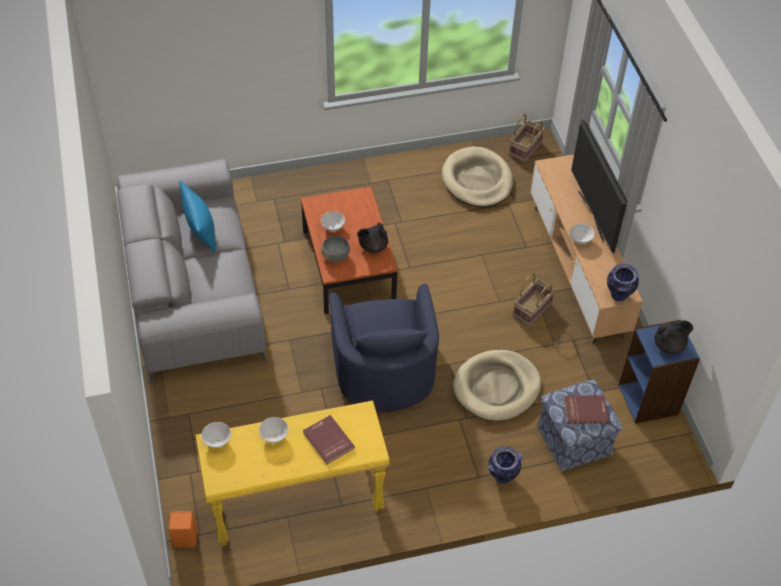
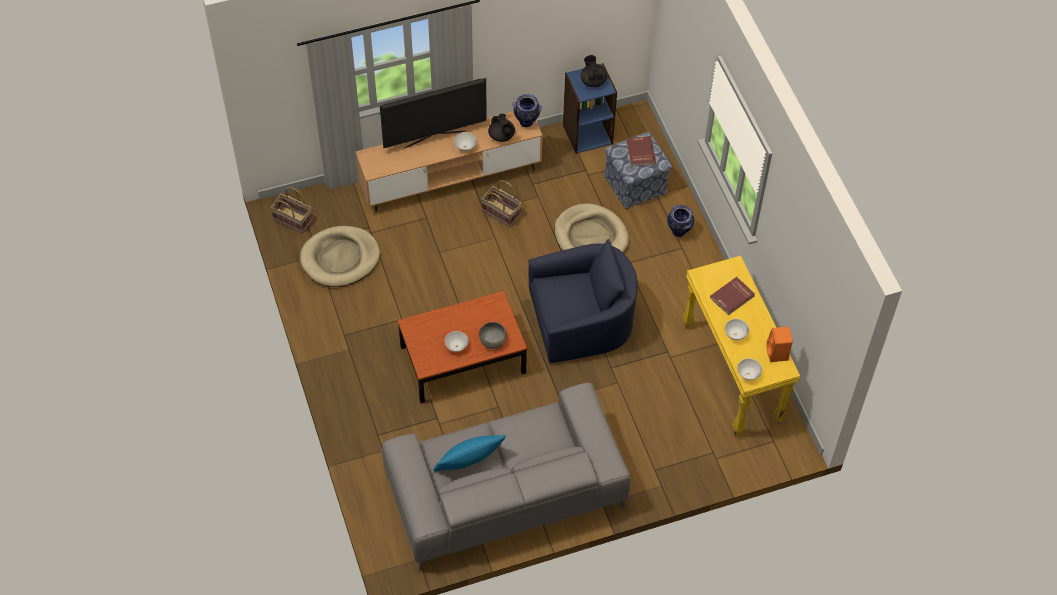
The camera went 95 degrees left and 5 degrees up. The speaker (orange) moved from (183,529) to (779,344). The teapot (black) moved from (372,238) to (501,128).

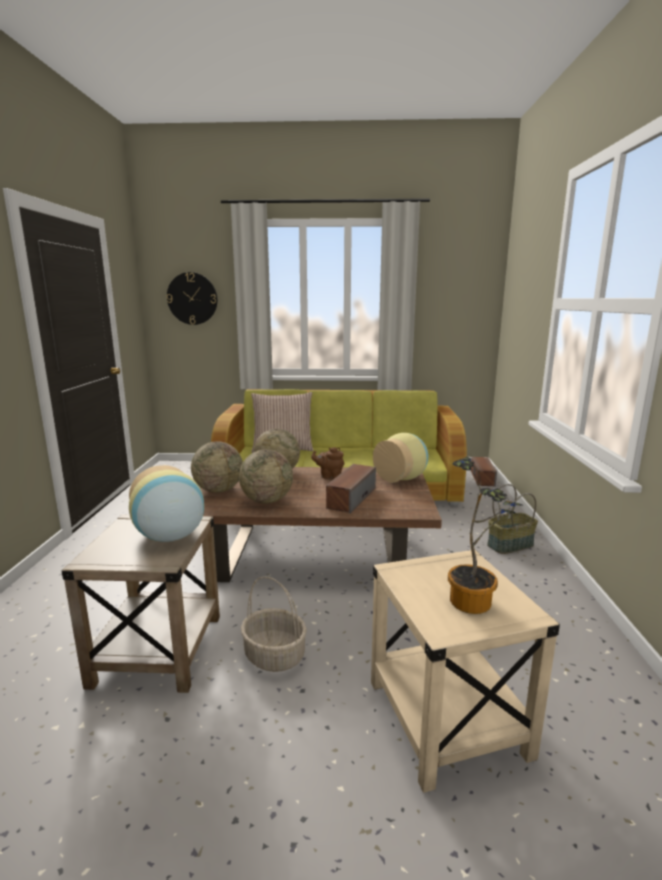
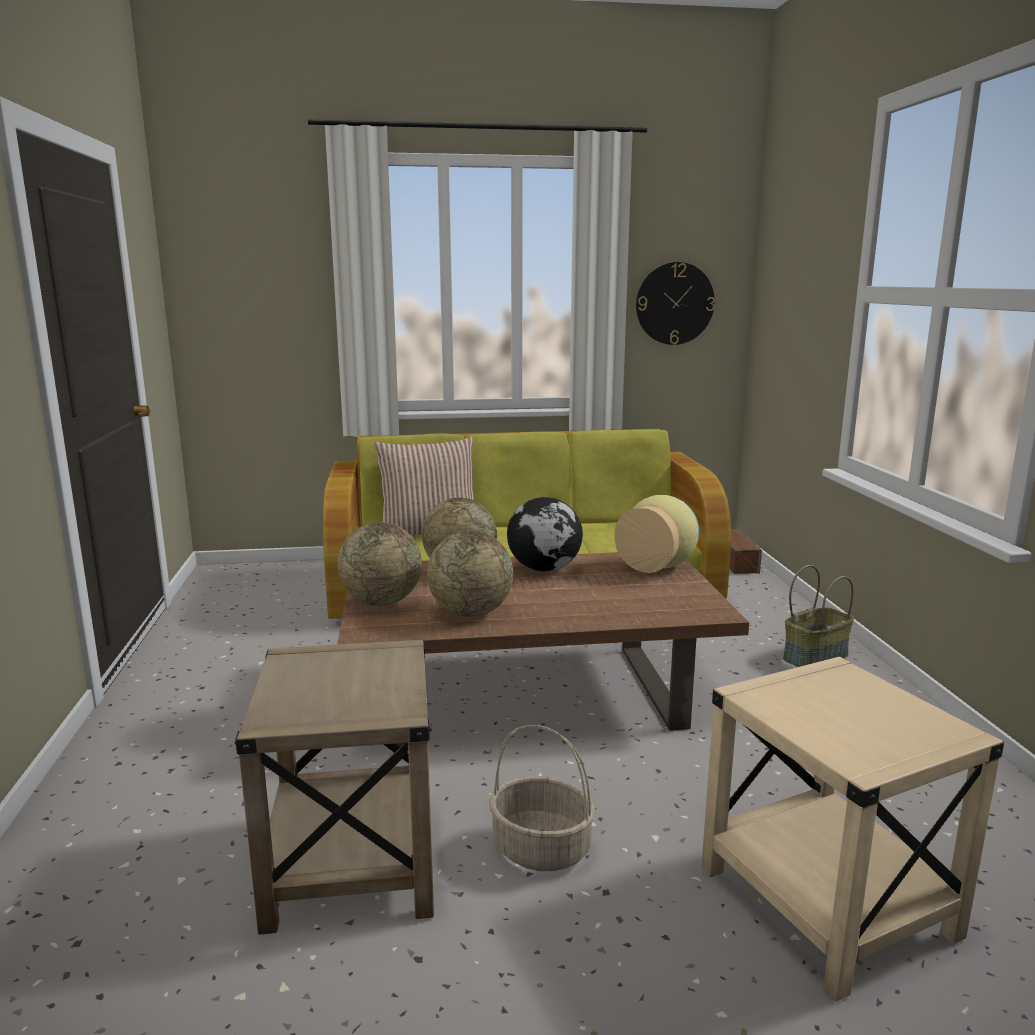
The camera went 10 degrees left and 0 degrees up. The vase at (166,503) disappeared. The speaker at (351,489) disappeared. The potted plant at (485,535) disappeared. The wall clock moved from (192,298) to (675,303). The teapot (brown) at (327,463) was replaced by the globe at (545,534).

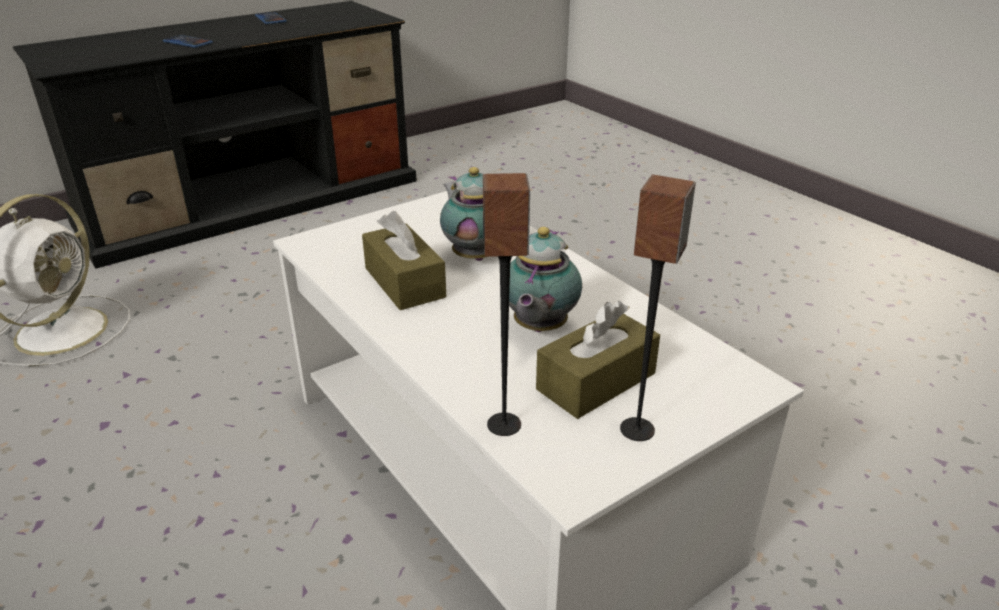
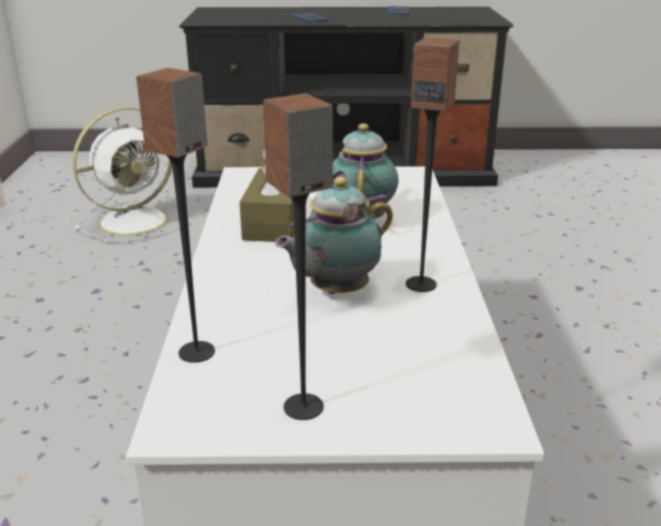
The camera went 35 degrees right and 5 degrees down. The tissue box (brown) at (598,360) disappeared. The speaker at (433,165) appeared.

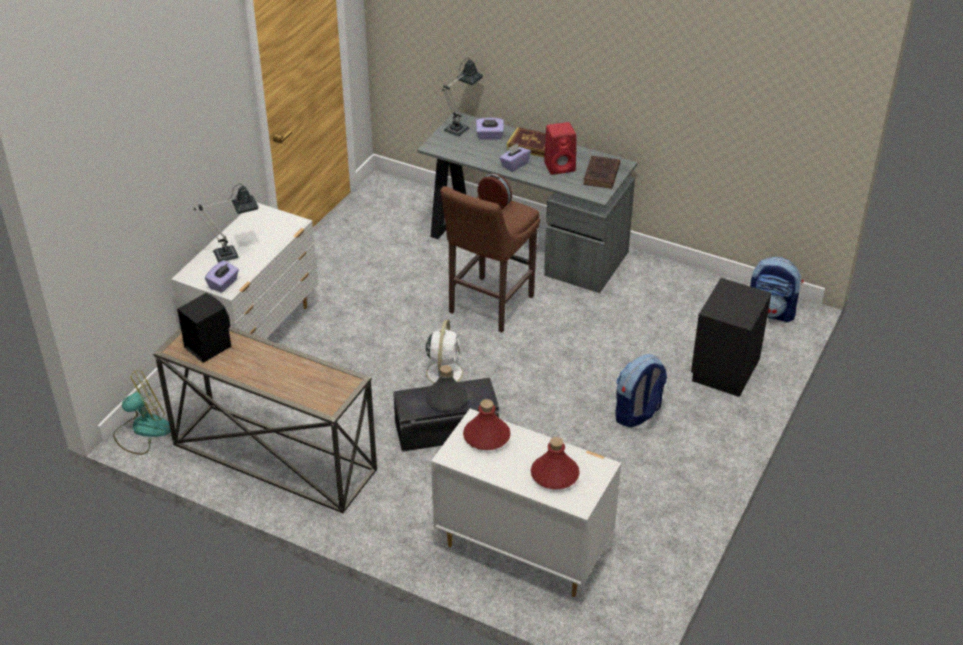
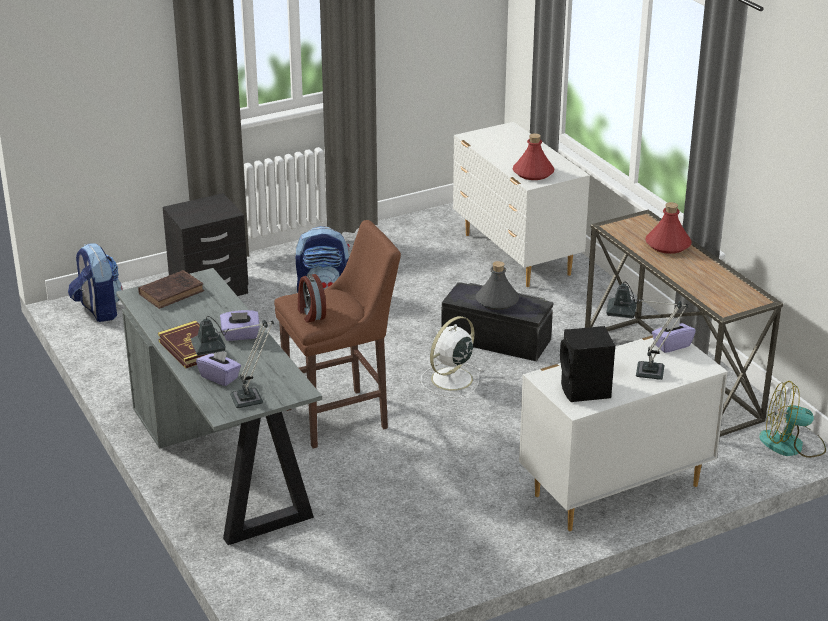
The camera went 145 degrees left and 10 degrees down. The speaker (red) at (560,148) disappeared. The speaker (black) moved from (204,328) to (587,364). The bottle (red) moved from (555,463) to (668,228).

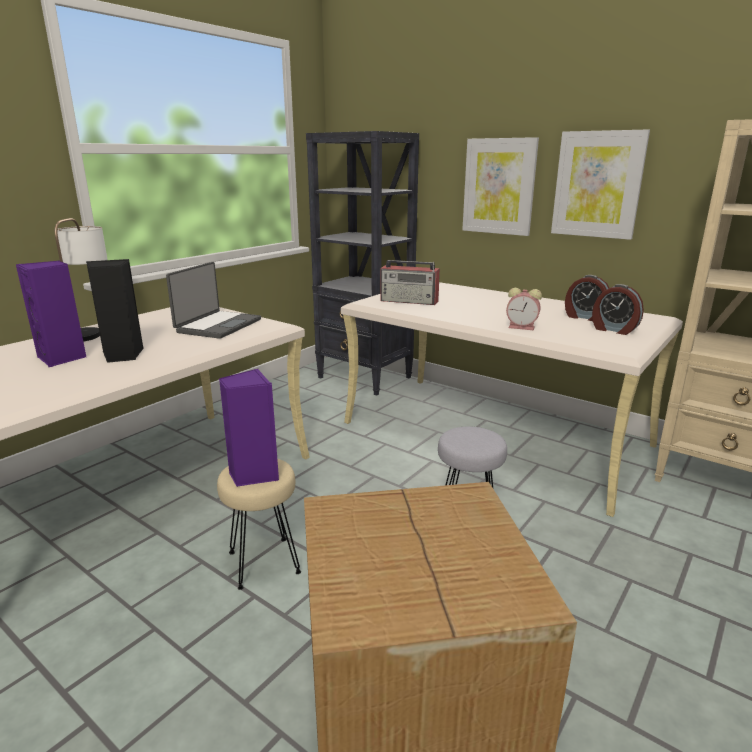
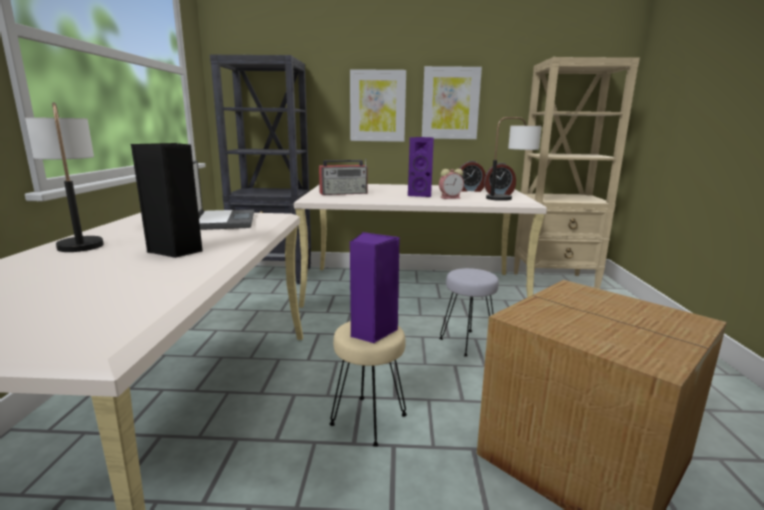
The camera went 35 degrees left and 5 degrees down. The table lamp at (514,159) appeared. The speaker (purple) moved from (51,314) to (421,167).

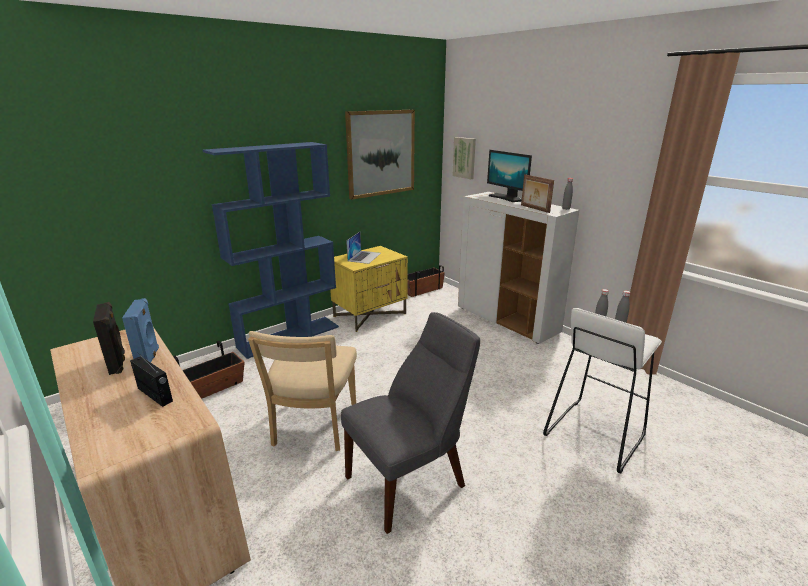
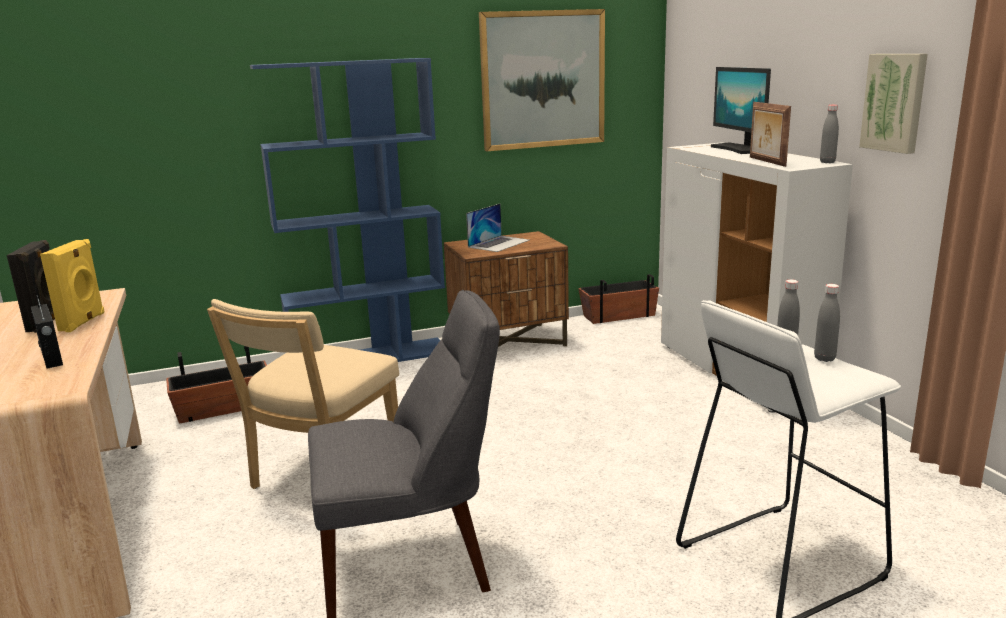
The camera went 20 degrees right and 5 degrees down. The picture moved from (464,158) to (893,104). The speaker (blue) at (140,330) became the speaker (yellow) at (72,285). The nightstand (yellow) at (369,289) became the nightstand (brown) at (506,289).

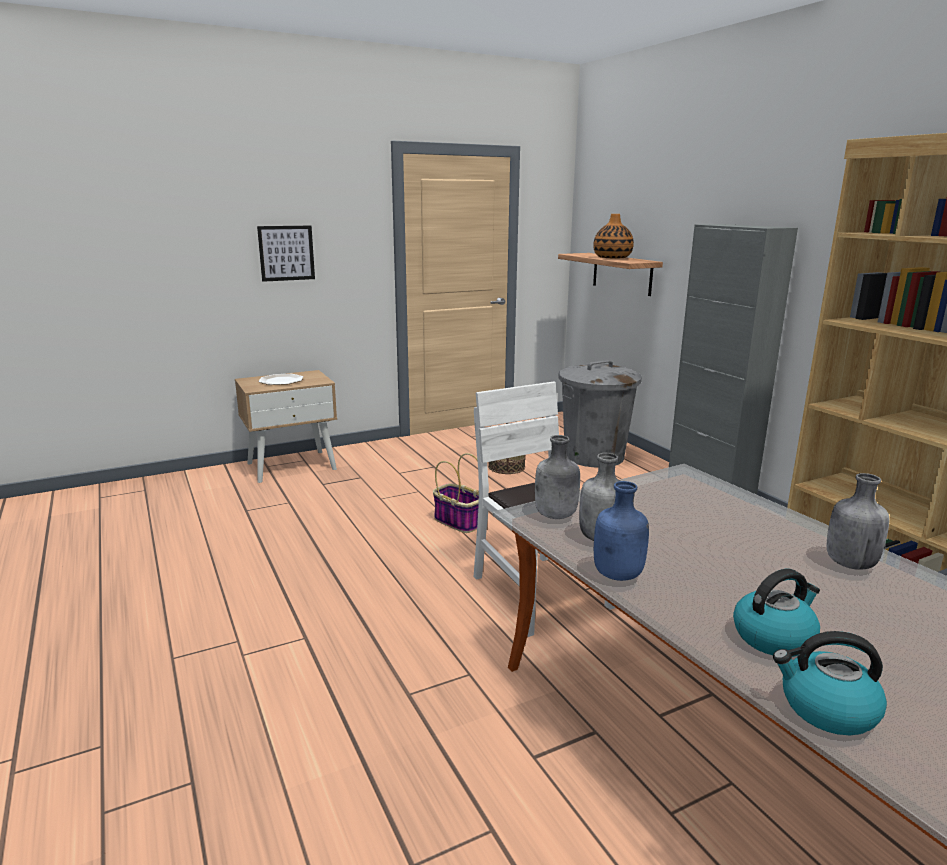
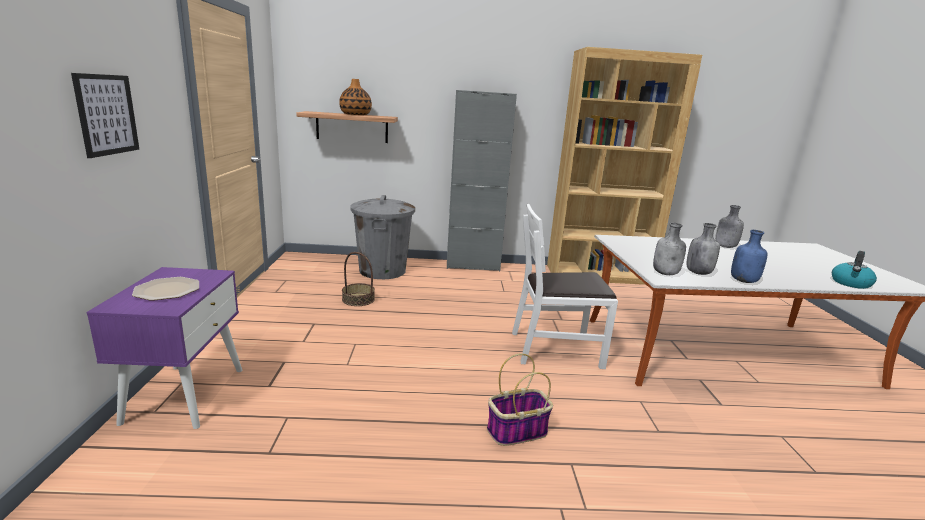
The camera went 65 degrees left and 0 degrees up. The kettle at (776,613) disappeared. The basket moved from (456,493) to (520,399). The nightstand (beige) at (286,426) became the nightstand (purple) at (164,348).

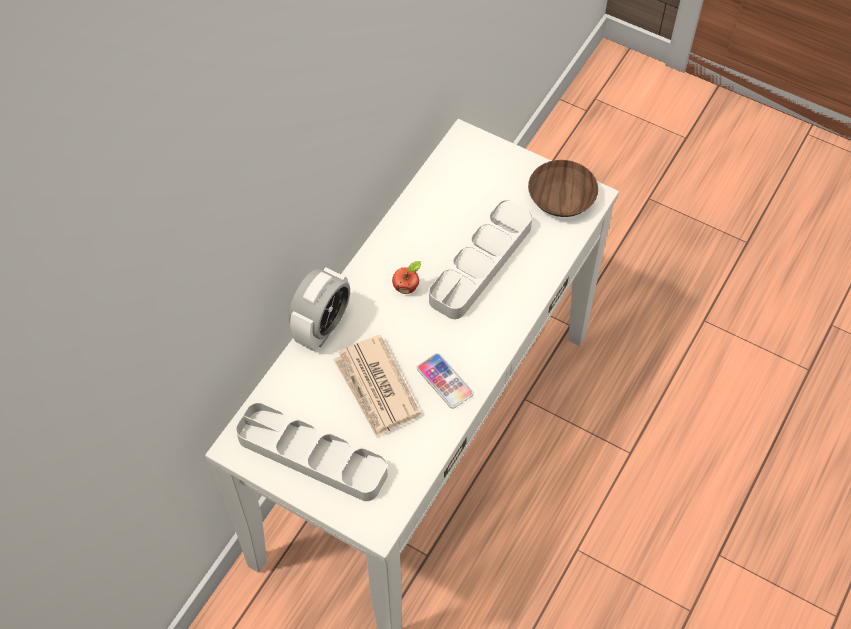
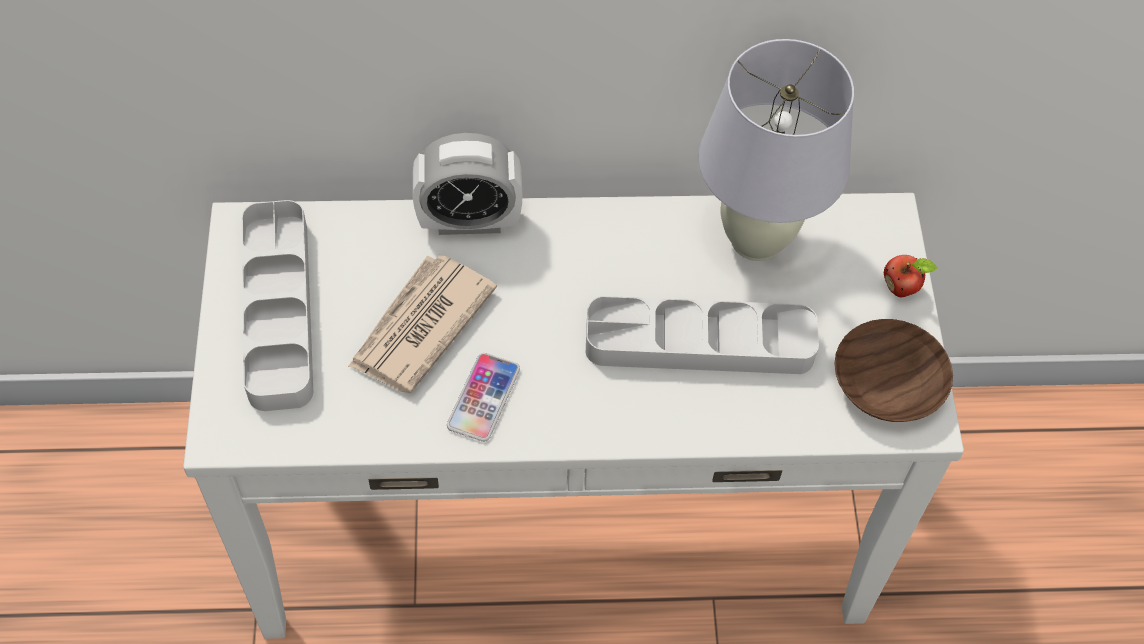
The camera went 55 degrees right and 0 degrees up. The table lamp (white) at (776,150) appeared. The apple moved from (406,277) to (911,276).

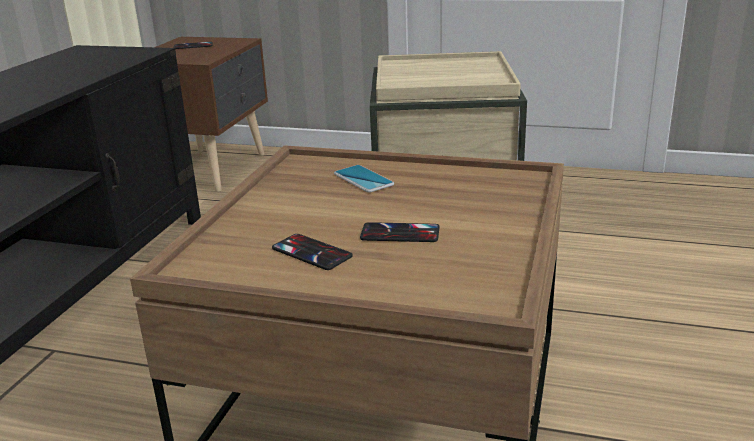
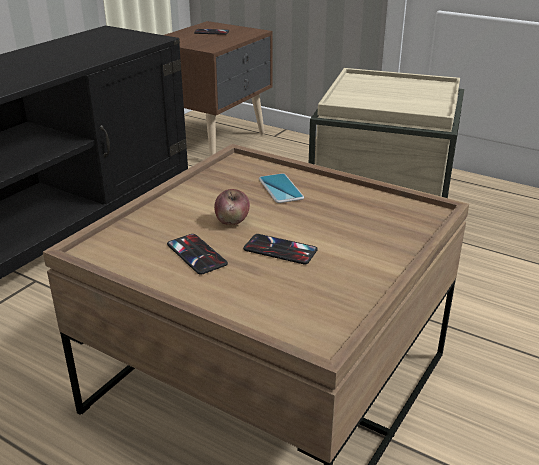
The camera went 15 degrees right and 5 degrees up. The apple at (232,207) appeared.

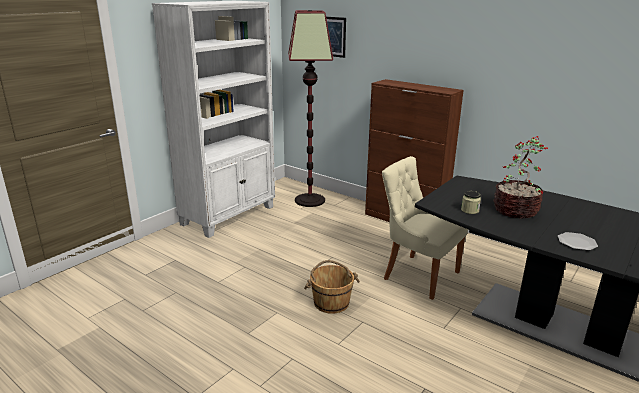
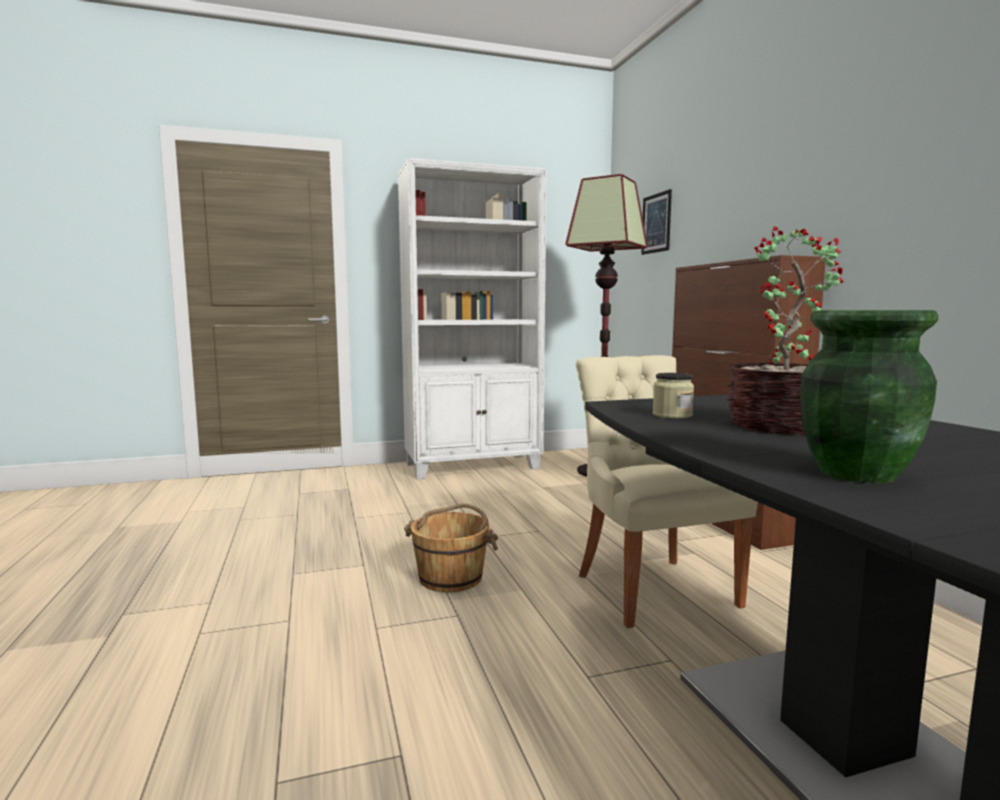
The camera went 35 degrees right and 15 degrees down. The plate at (578,241) was replaced by the vase (green) at (869,397).

